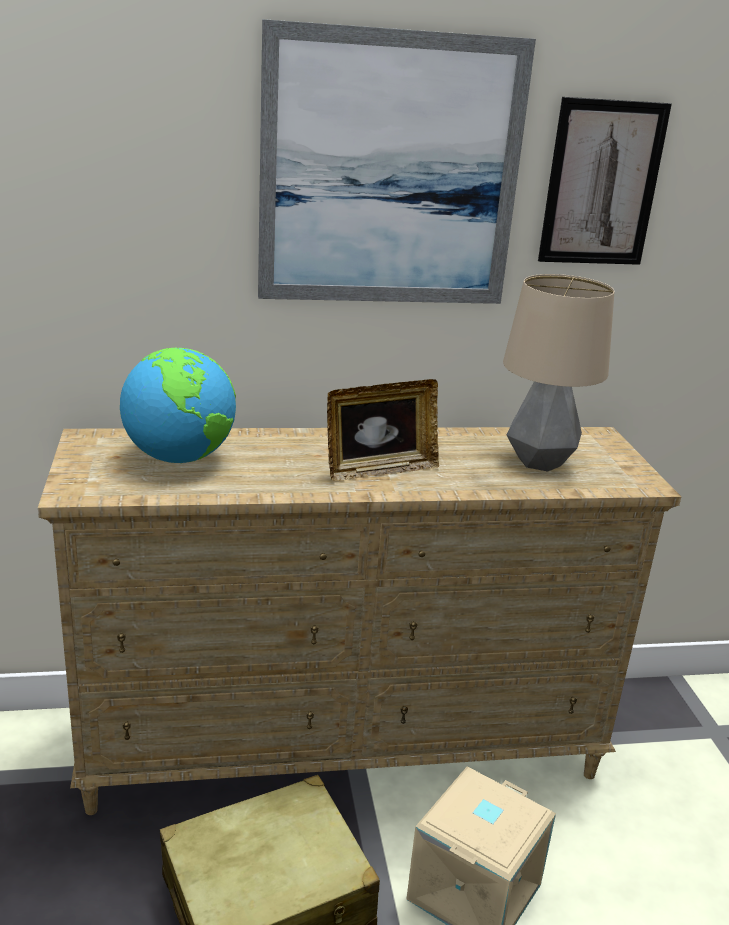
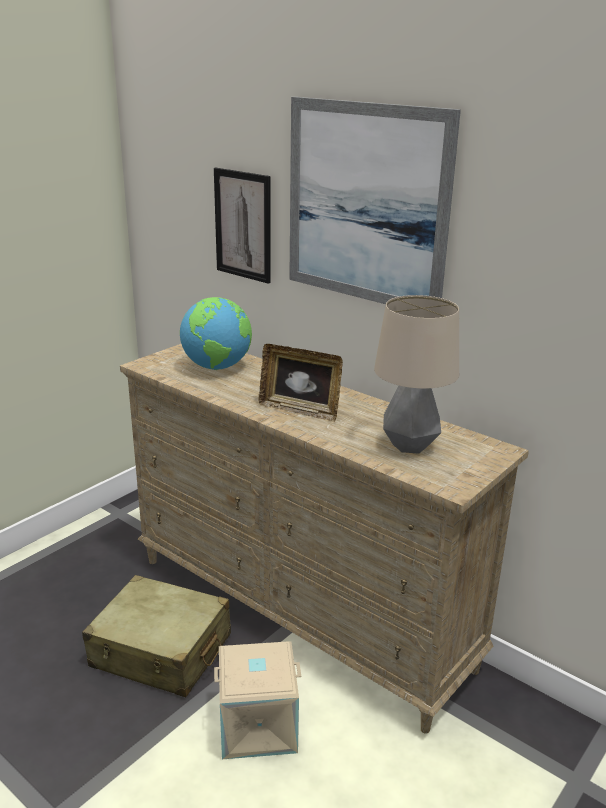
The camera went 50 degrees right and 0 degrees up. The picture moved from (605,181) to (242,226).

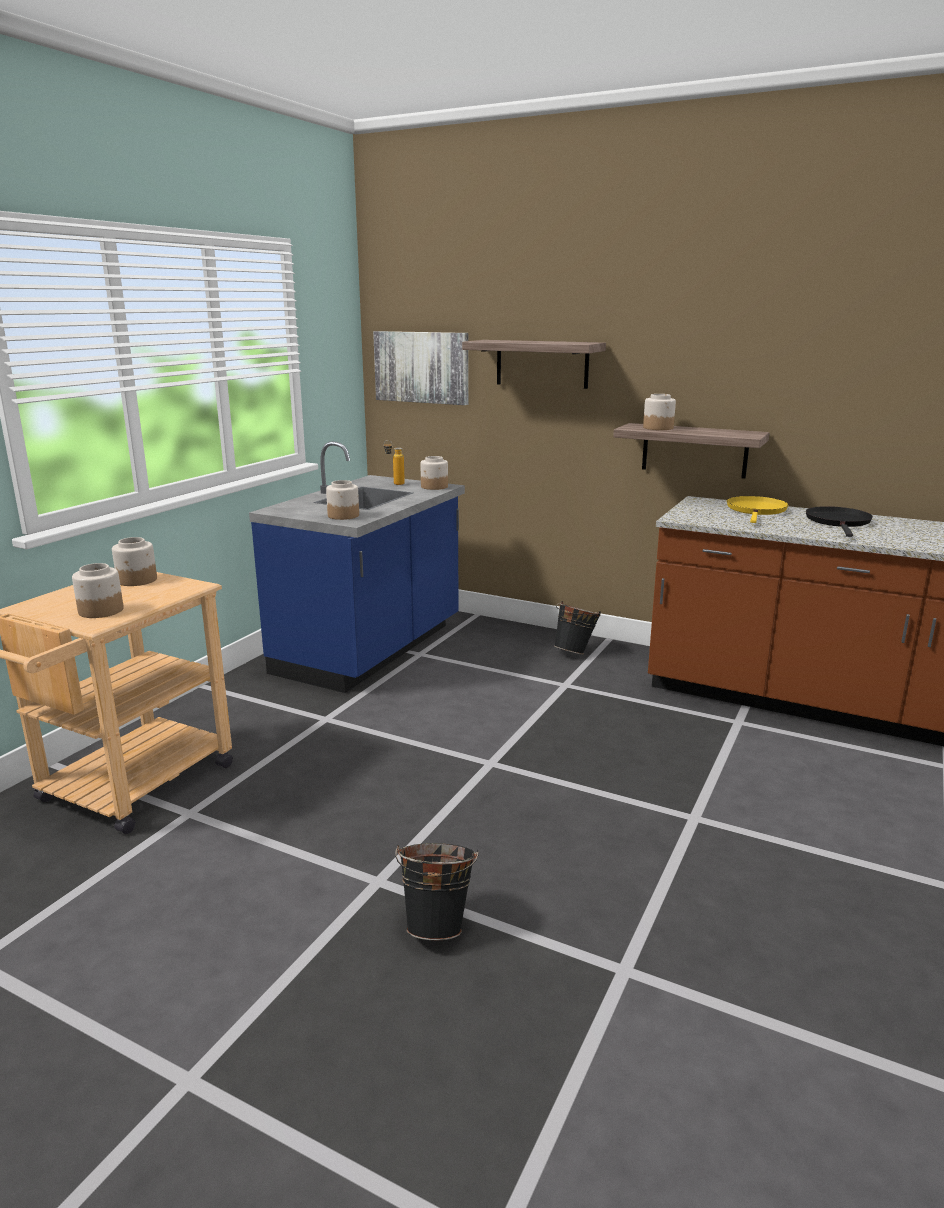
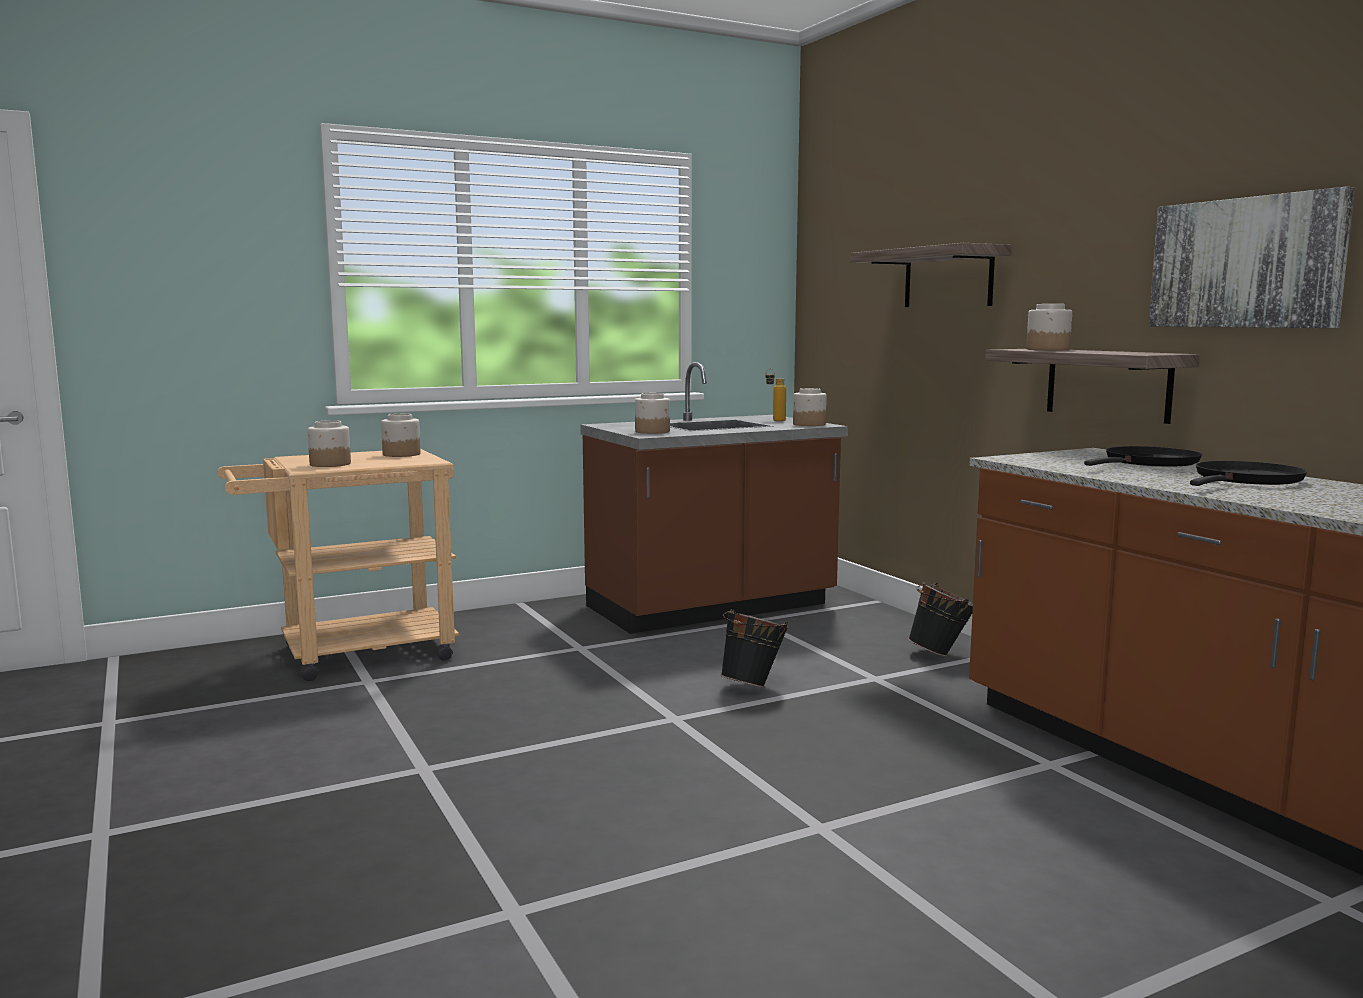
The camera went 35 degrees right and 10 degrees down. The picture moved from (421,368) to (1252,257). The bucket (black) moved from (436,891) to (754,648). The counter (blue) at (357,567) became the counter (brown) at (714,498). The frying pan (yellow) at (757,509) became the frying pan (black) at (1143,456).

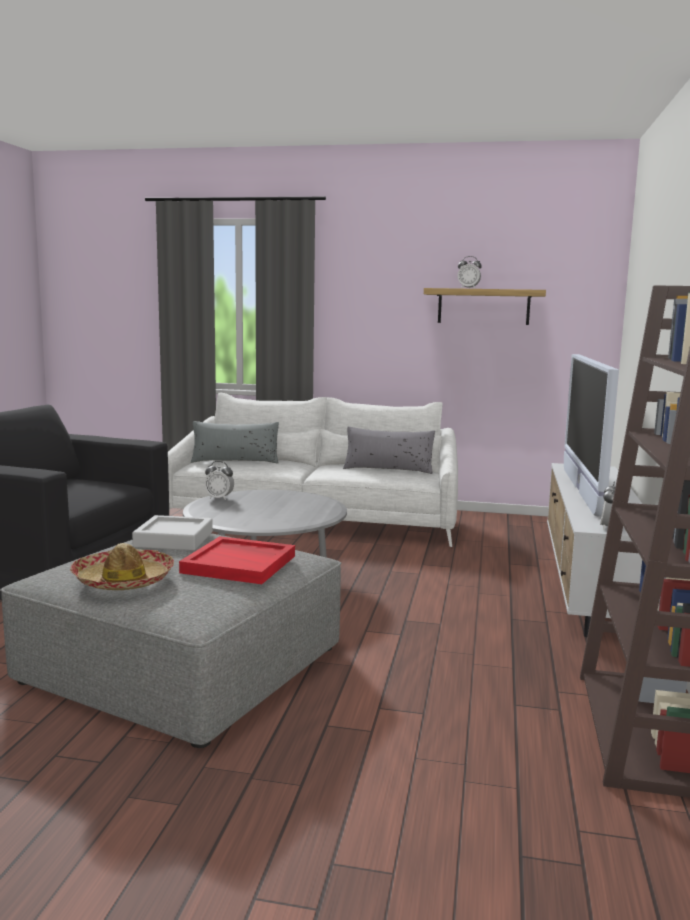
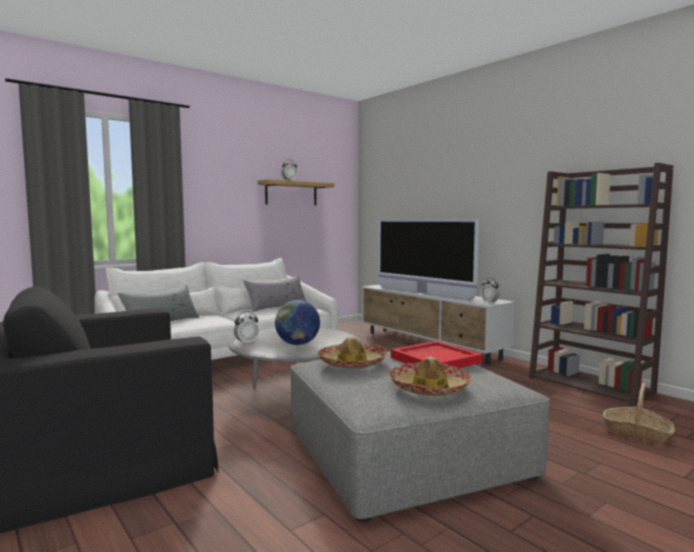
The camera went 50 degrees left and 5 degrees down. The globe at (297,322) appeared. The basket at (639,413) appeared. The tray (grey) at (172,532) was replaced by the hat at (352,352).

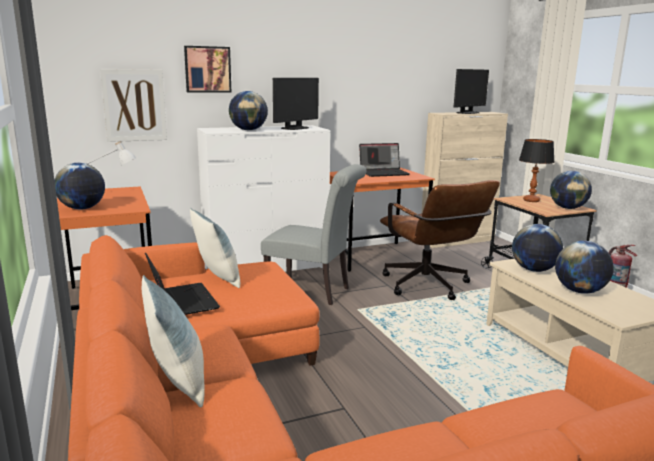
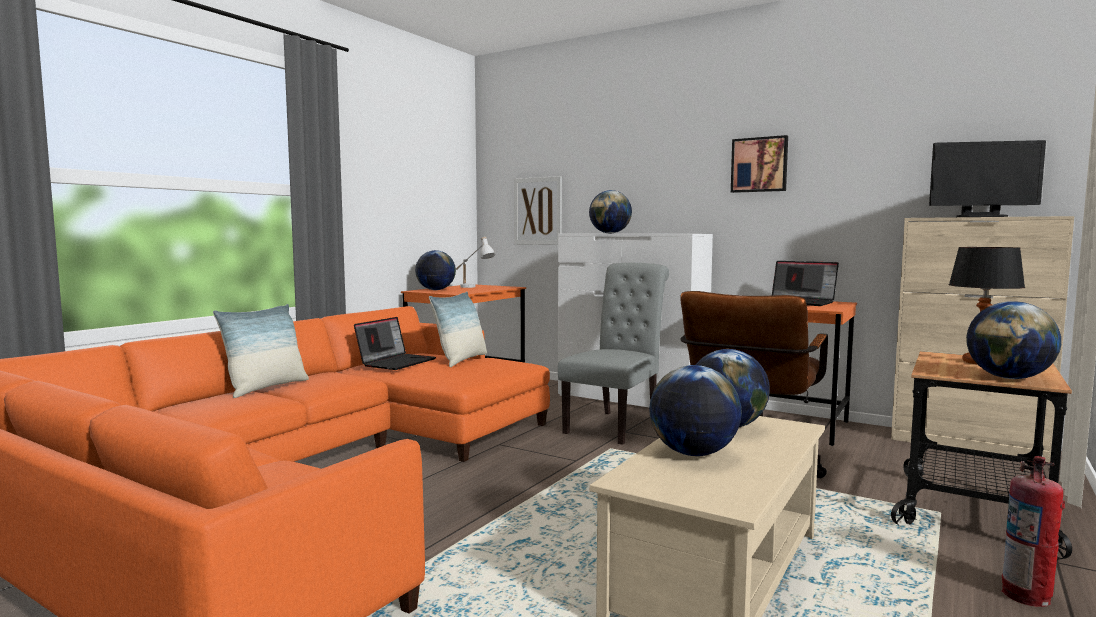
The camera went 55 degrees right and 10 degrees down. The monitor at (296,104) disappeared. The picture moved from (207,69) to (759,164). The chair (grey) at (314,234) turned 135 degrees counterclockwise.

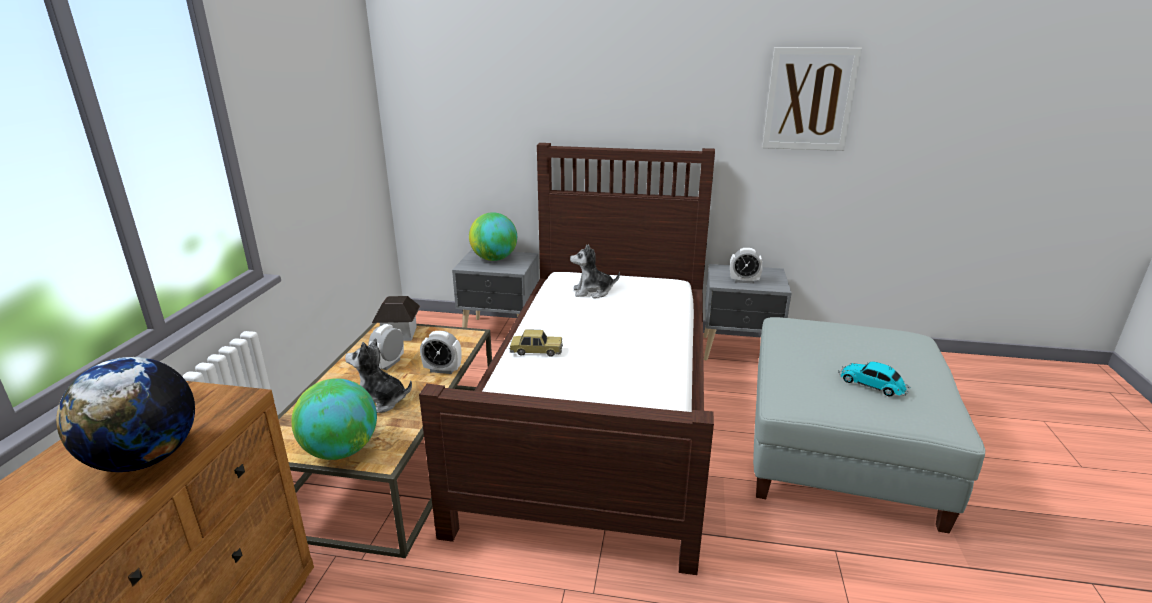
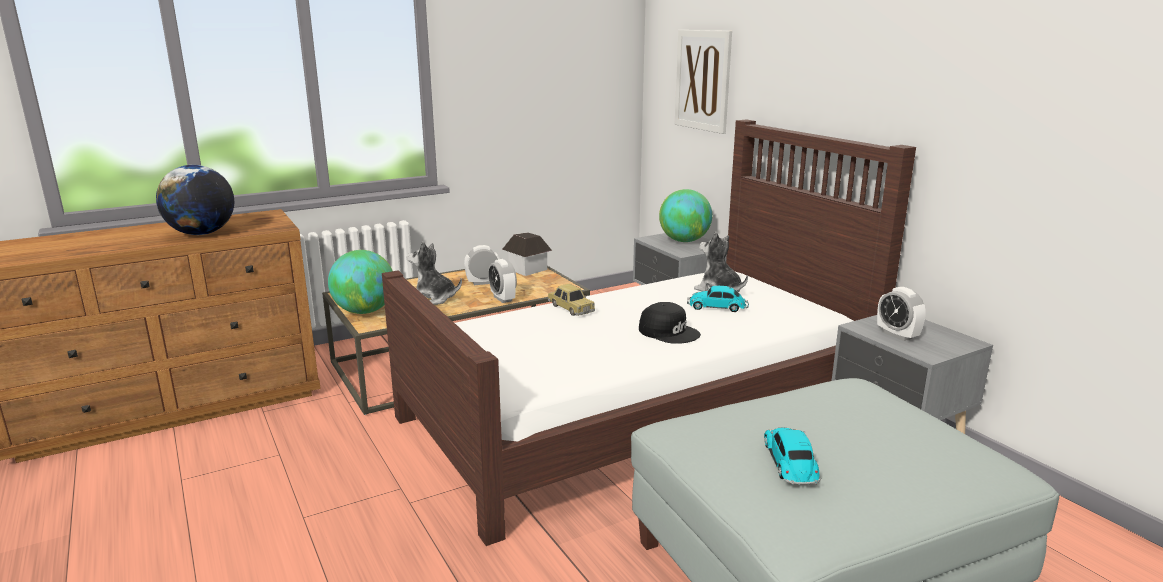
The camera went 50 degrees right and 5 degrees down. The cap (black) at (670,323) appeared. The toy car at (718,299) appeared. The picture moved from (812,99) to (703,82). The plush toy at (378,375) turned 45 degrees counterclockwise.

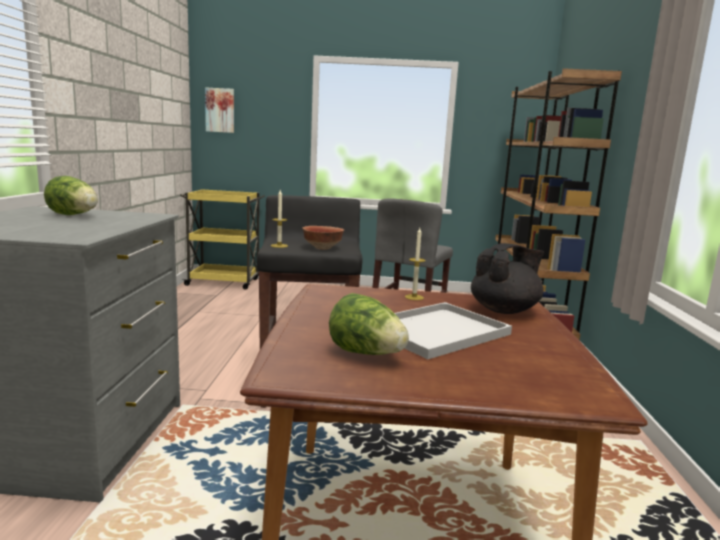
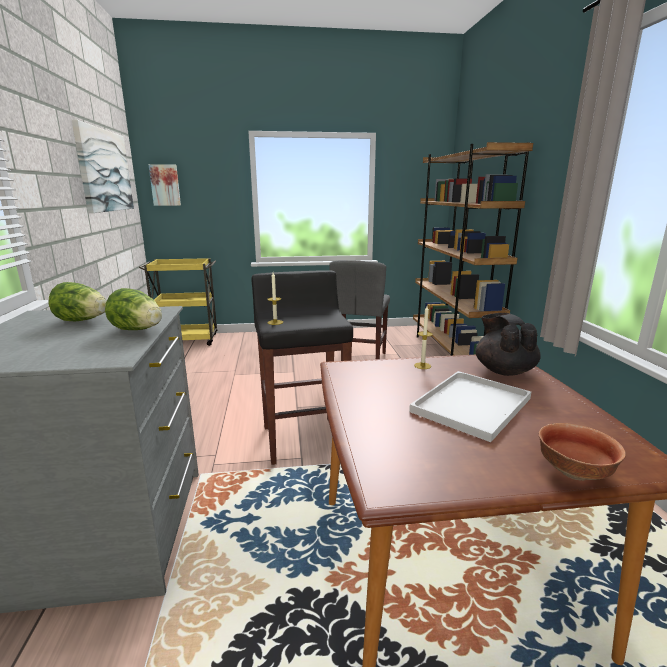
The camera went 10 degrees left and 5 degrees up. The picture at (103,166) appeared. The bowl moved from (323,238) to (582,452). The lettuce moved from (369,324) to (133,309). The teapot (black) at (507,278) turned 60 degrees counterclockwise.

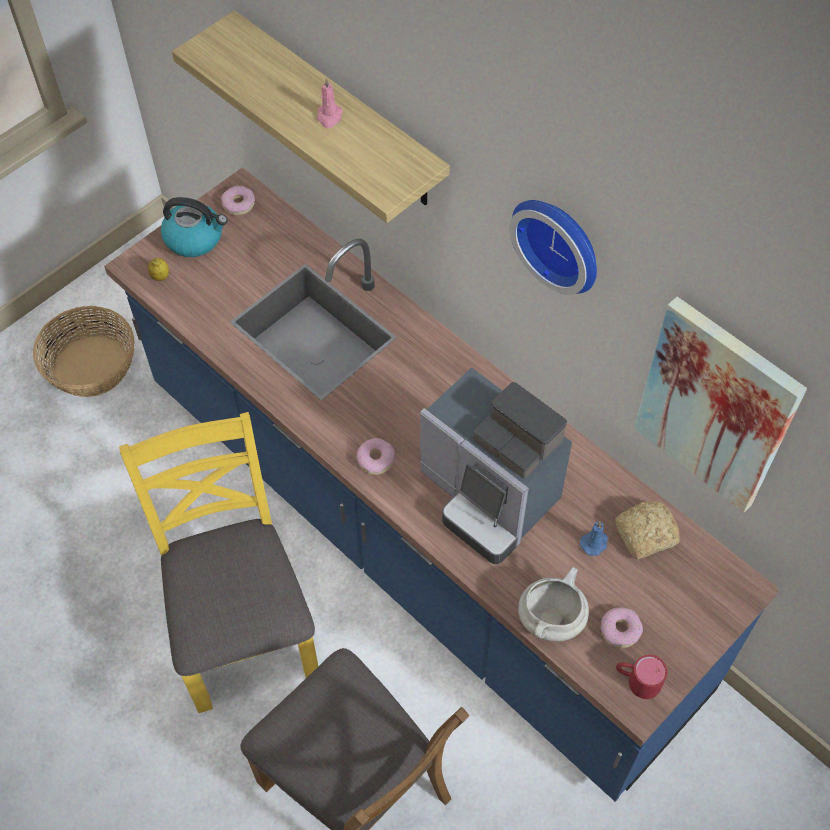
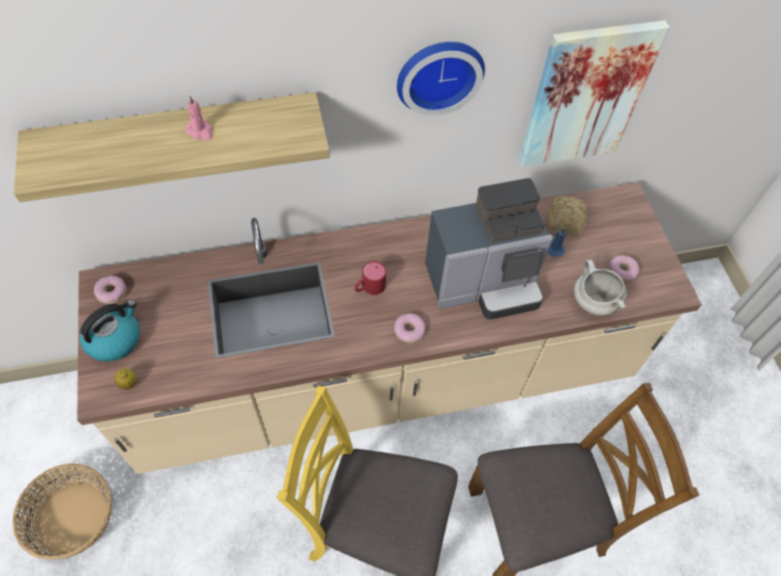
The camera went 60 degrees left and 0 degrees up. The mug (red) moved from (641,677) to (370,278). The counter (blue) at (442,484) became the counter (beige) at (389,328).

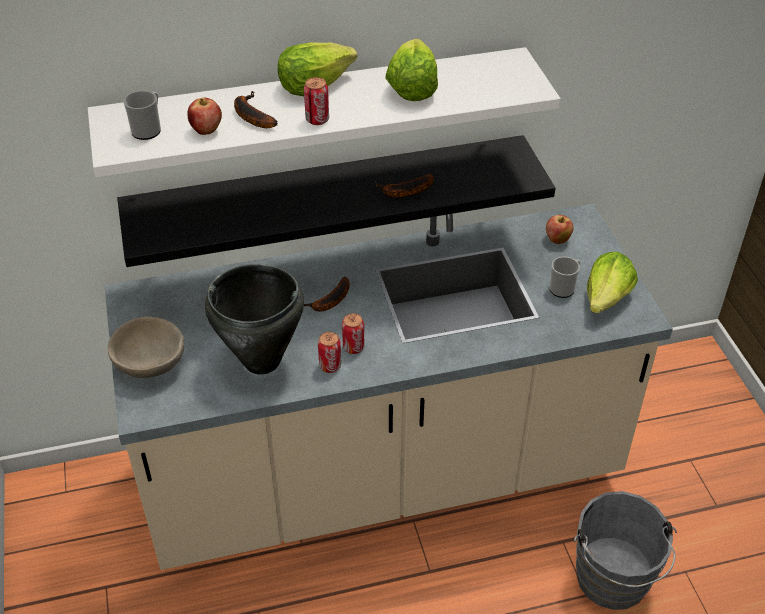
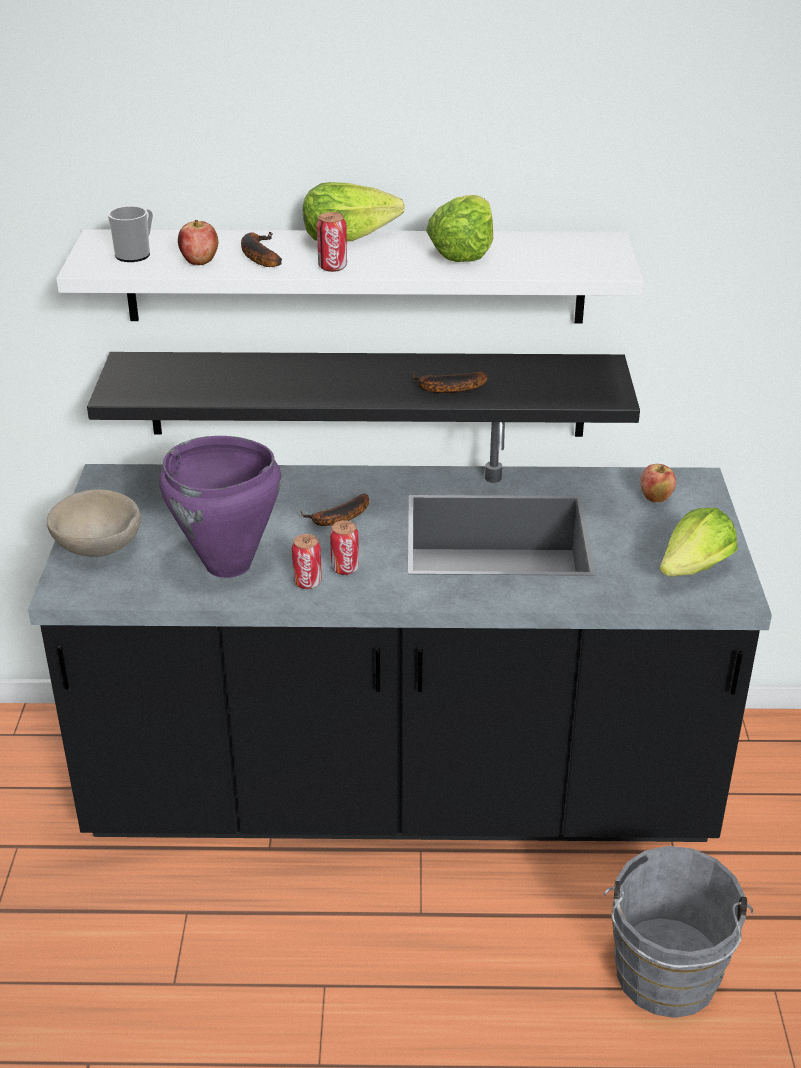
The camera went 15 degrees right and 10 degrees down. The mug at (564,277) disappeared. The counter (beige) at (388,387) became the counter (black) at (400,632). The cooking pot (black) at (254,319) became the cooking pot (purple) at (220,507).

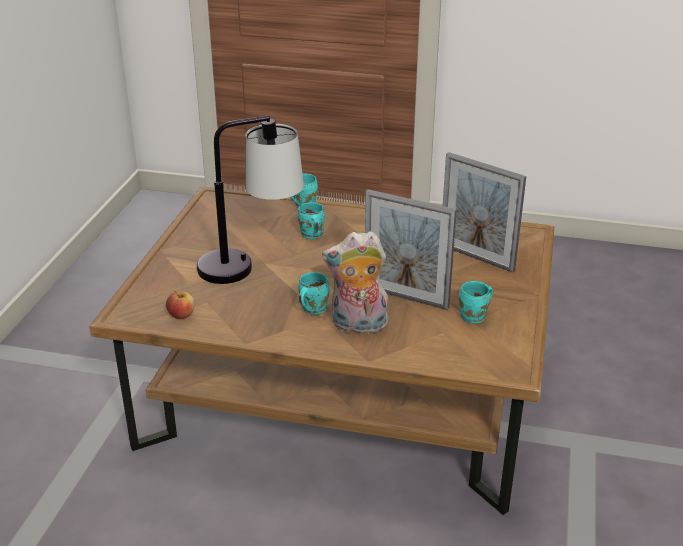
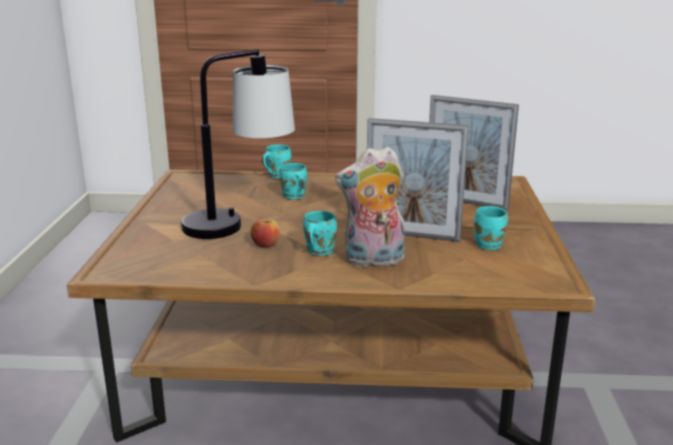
The camera went 10 degrees left and 10 degrees down. The apple moved from (180,305) to (265,232).

